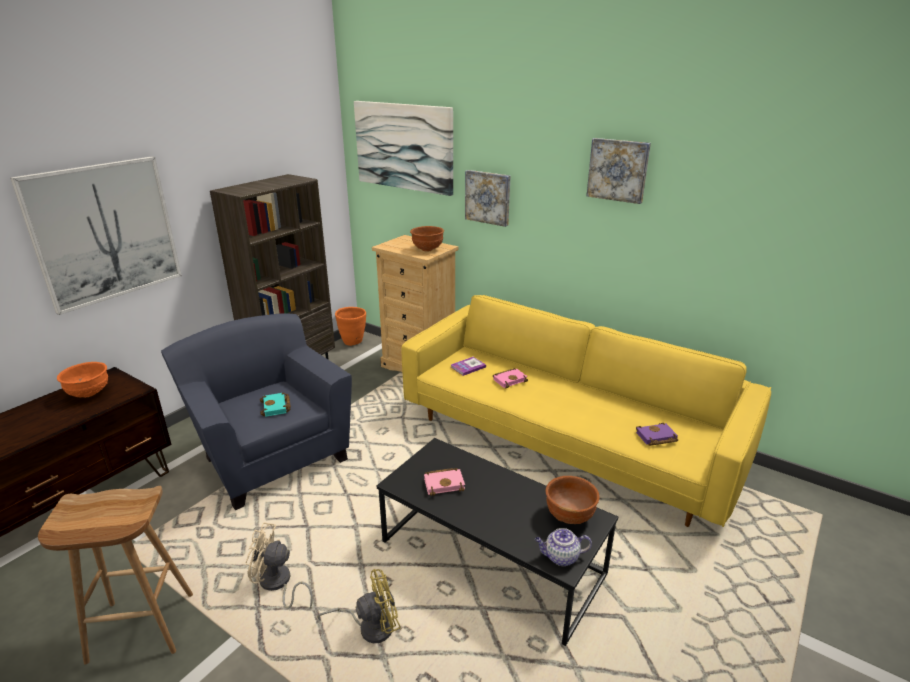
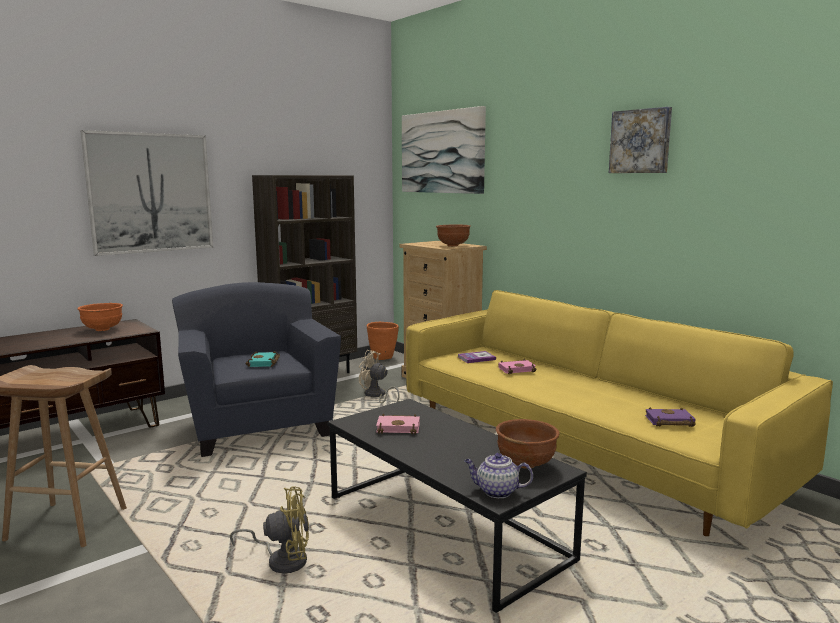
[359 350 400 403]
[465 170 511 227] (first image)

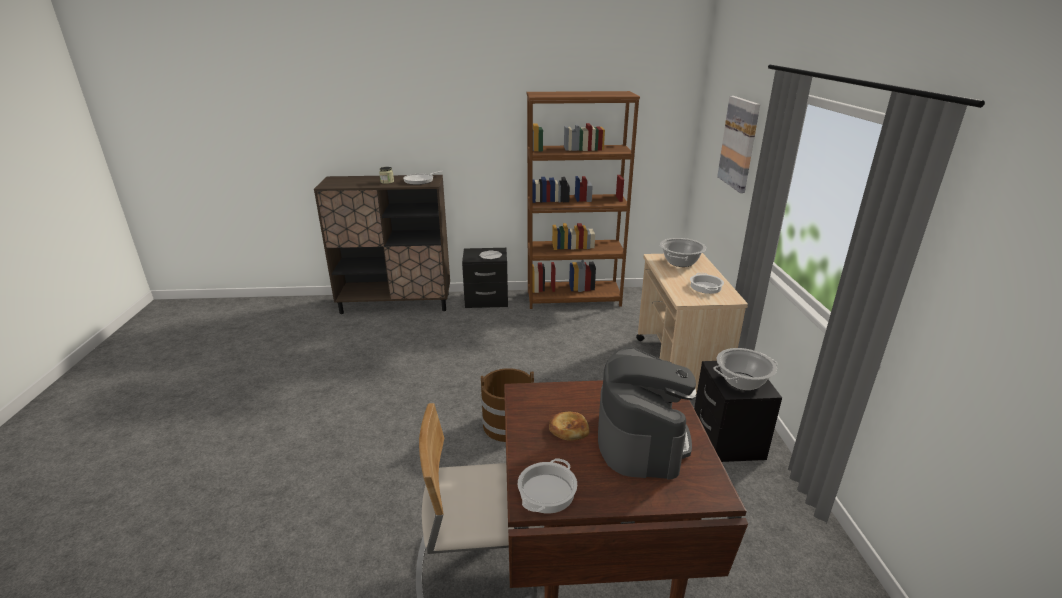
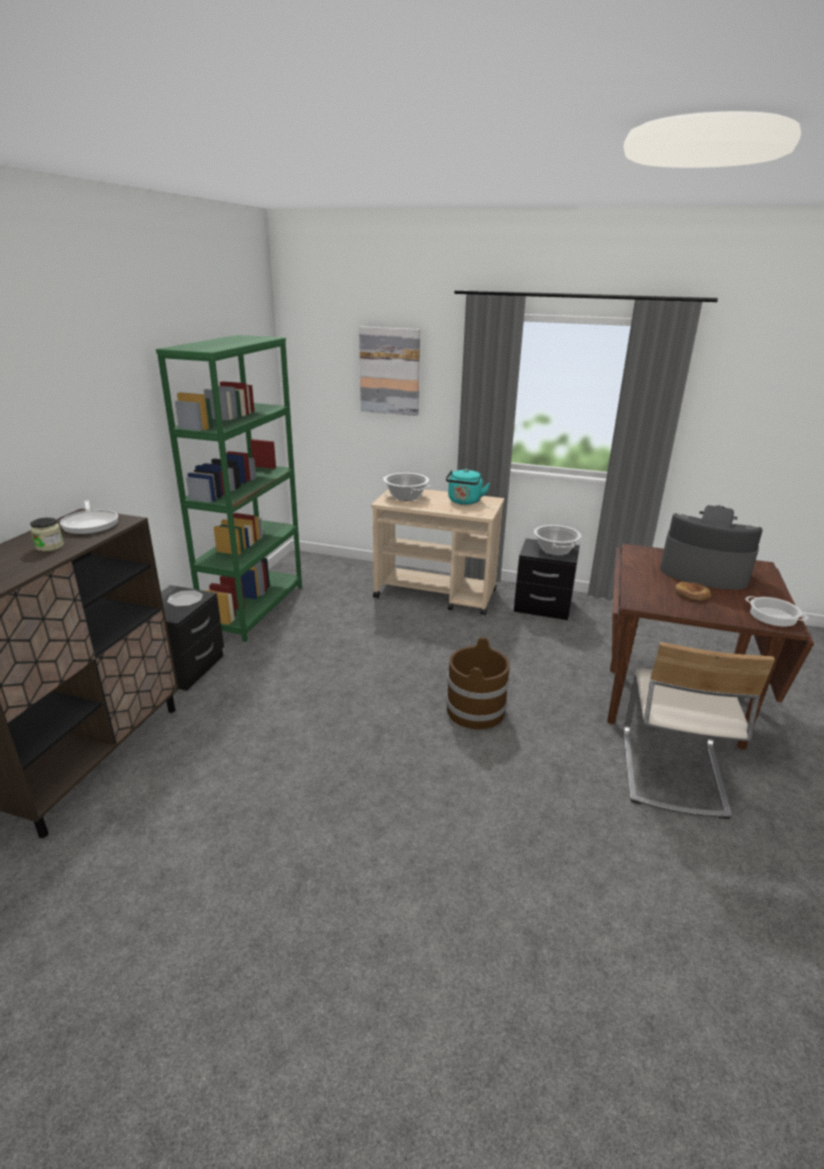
[156 335 302 642]
[446 469 490 505]

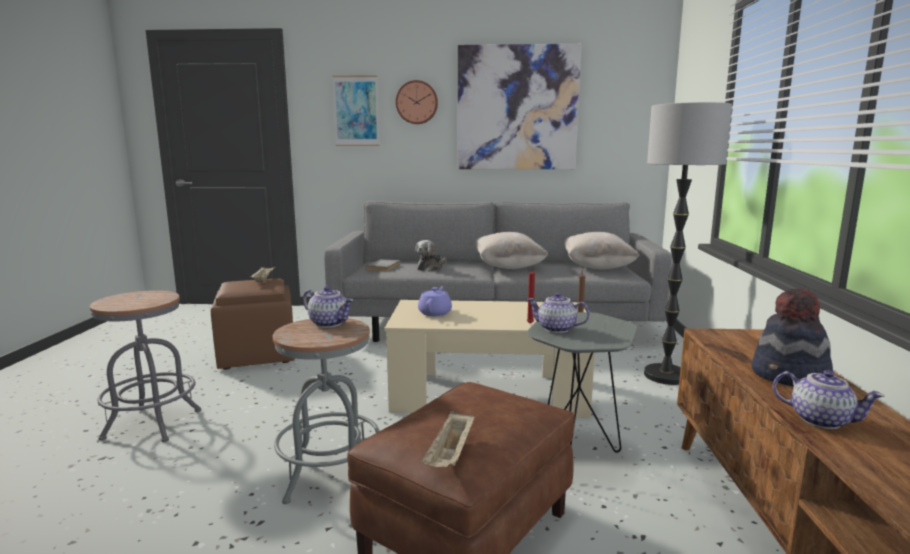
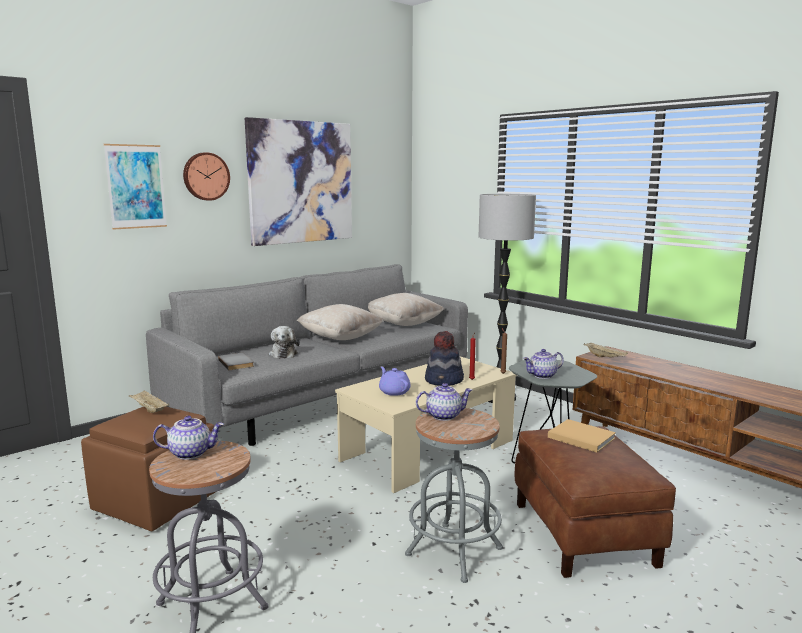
[153 416 224 460]
[425 331 464 386]
[548 419 616 452]
[583 342 628 358]

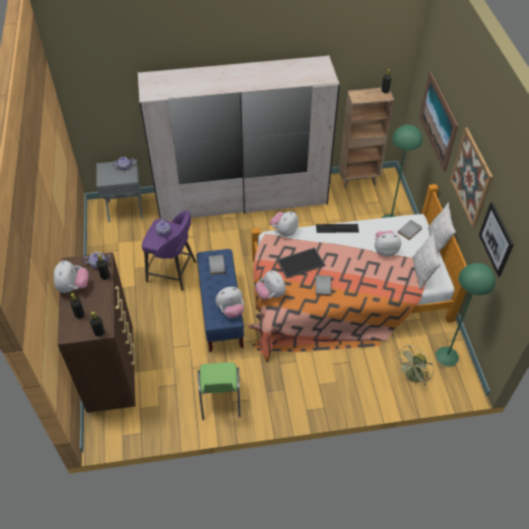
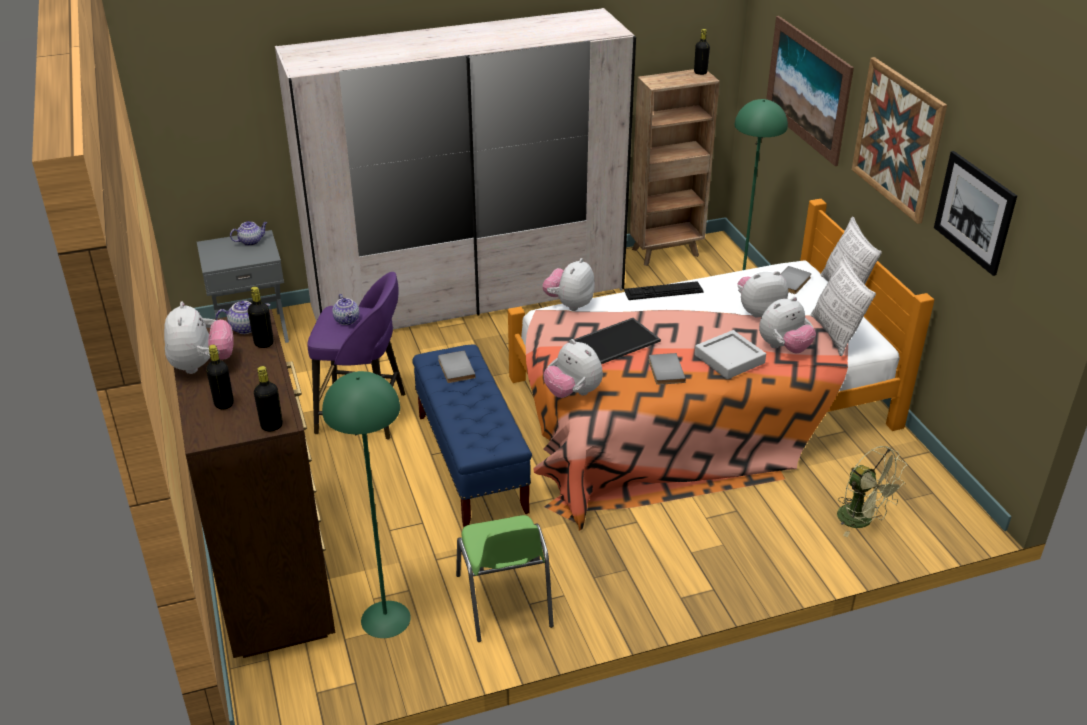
[322 371 411 638]
[695 330 766 379]
[759 297 816 353]
[837 446 907 537]

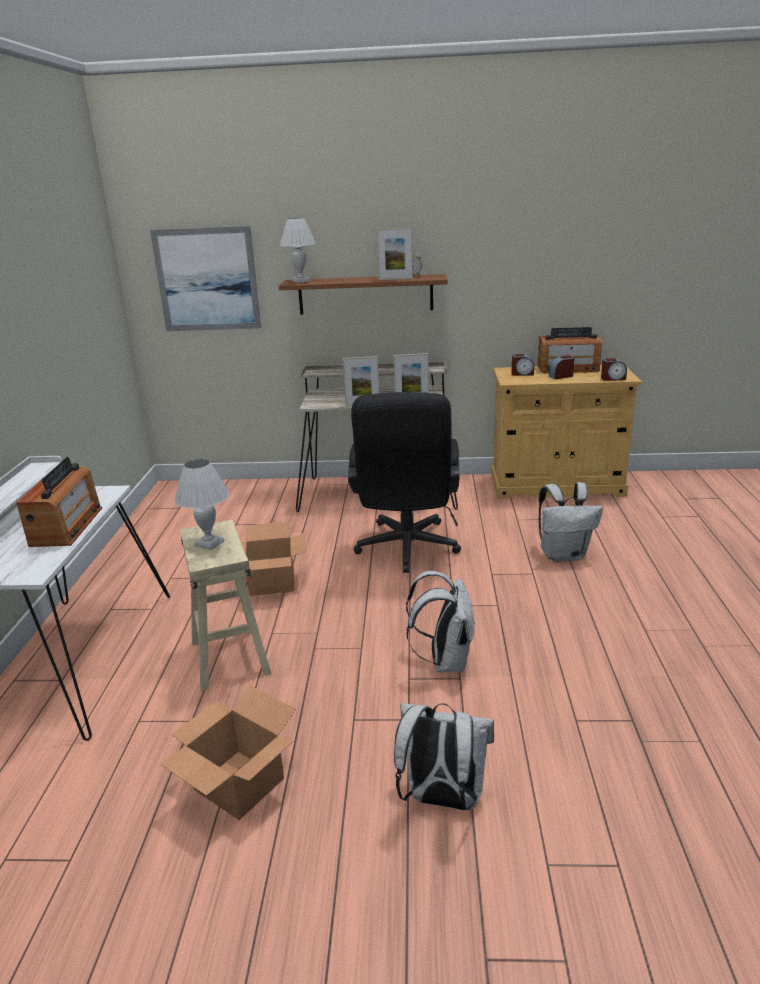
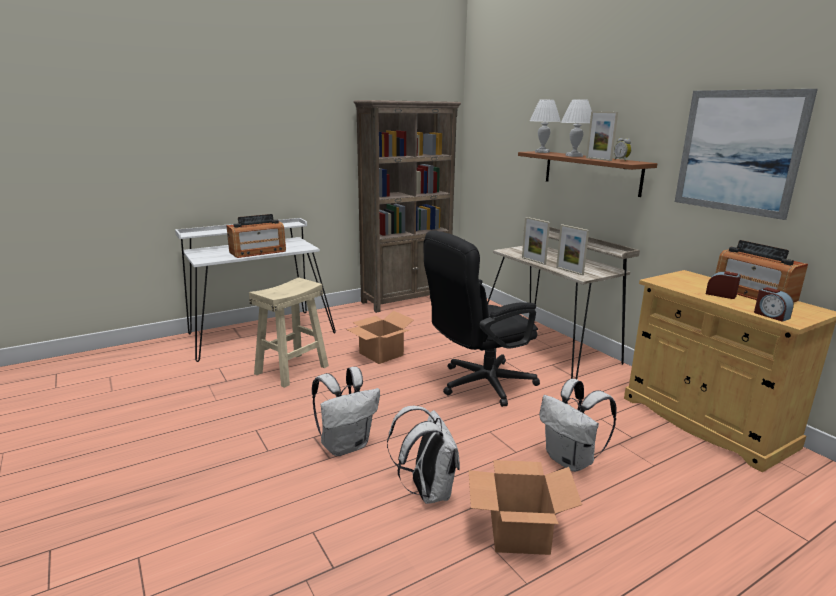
[354 100 461 313]
[387 406 460 504]
[469 460 582 555]
[561 99 592 157]
[675 89 818 220]
[511 354 534 376] (first image)

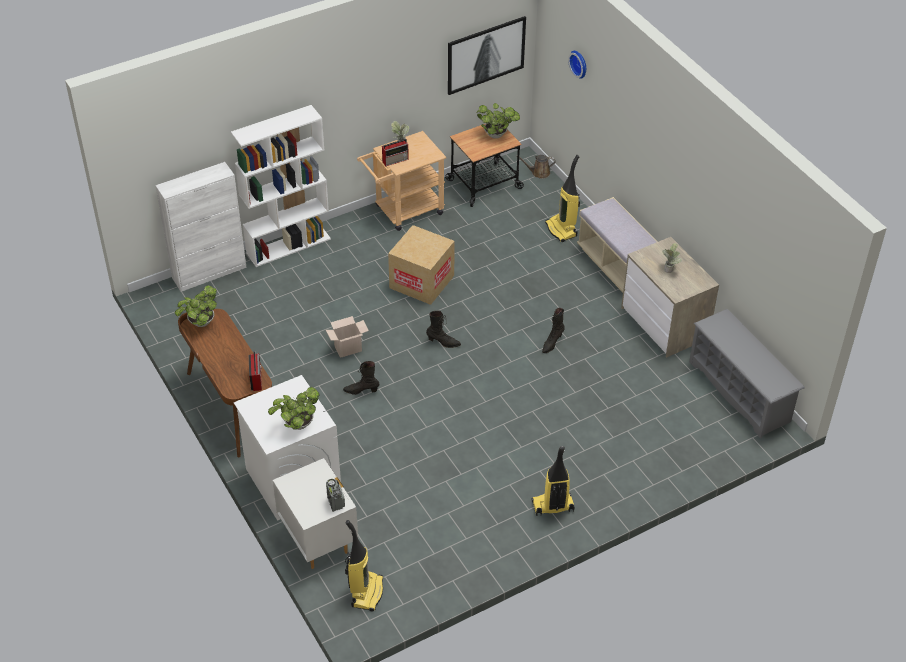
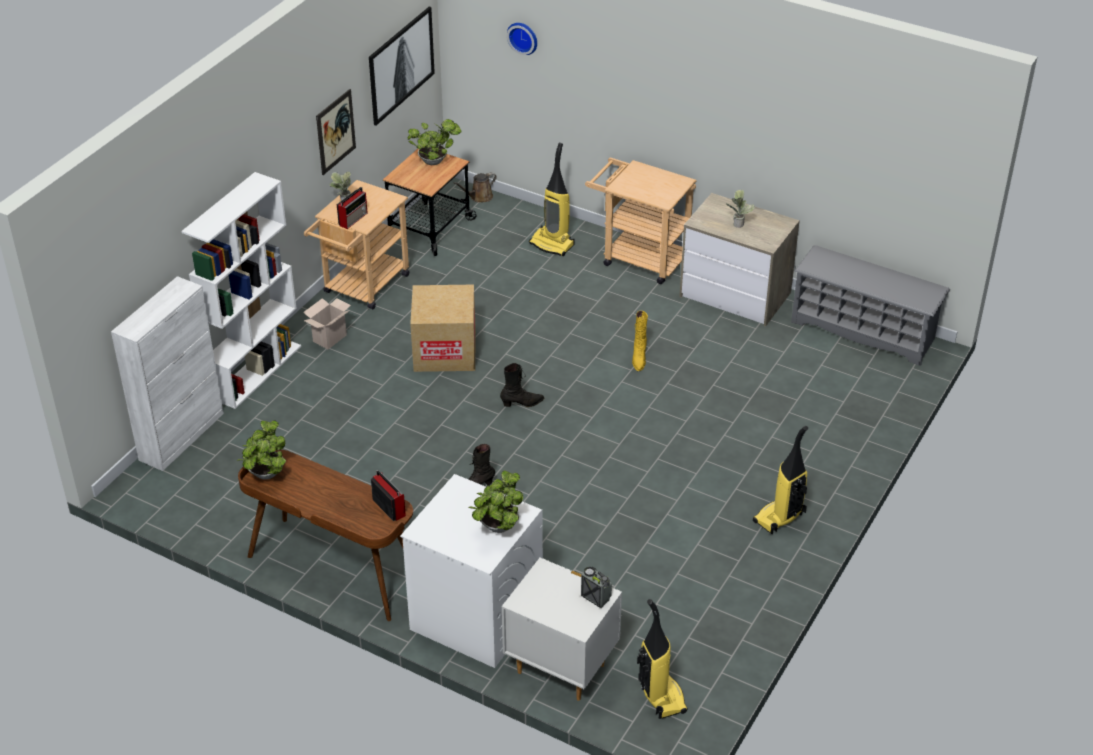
[303 298 351 349]
[316 89 356 175]
[585 158 697 284]
[632 311 648 371]

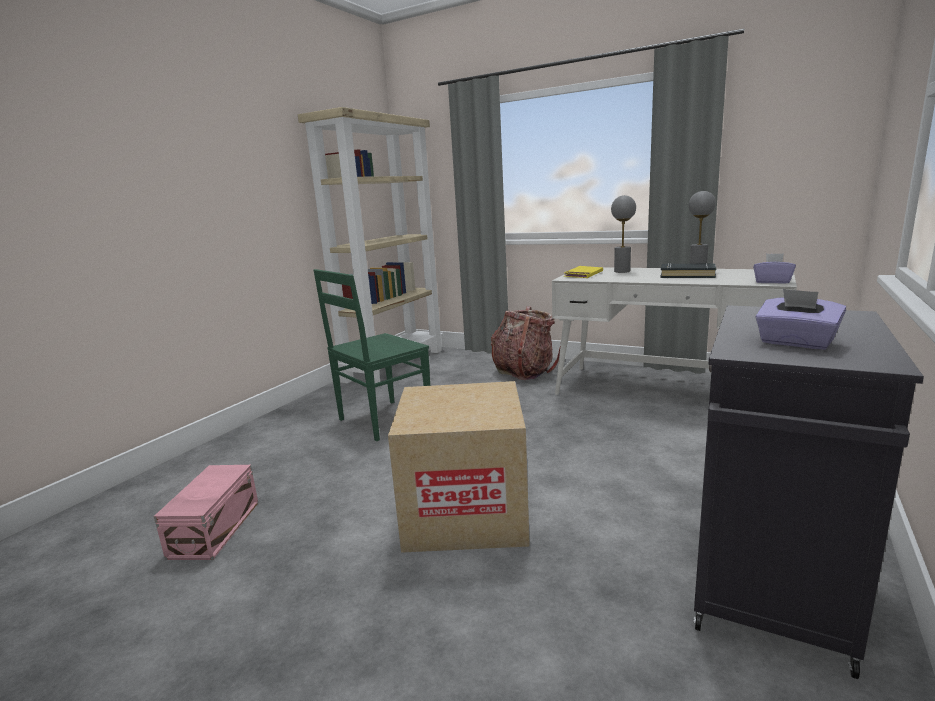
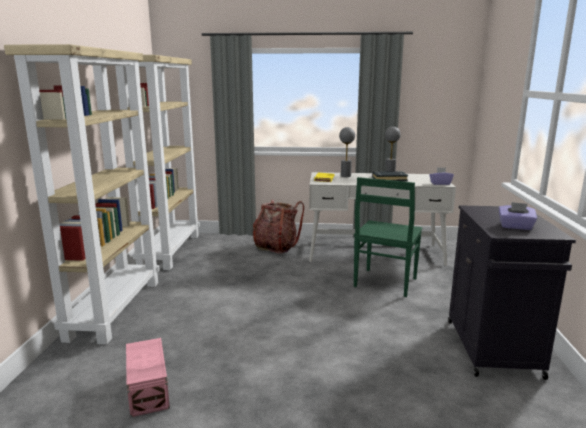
[4 44 160 345]
[354 177 422 297]
[388 381 530 553] (first image)

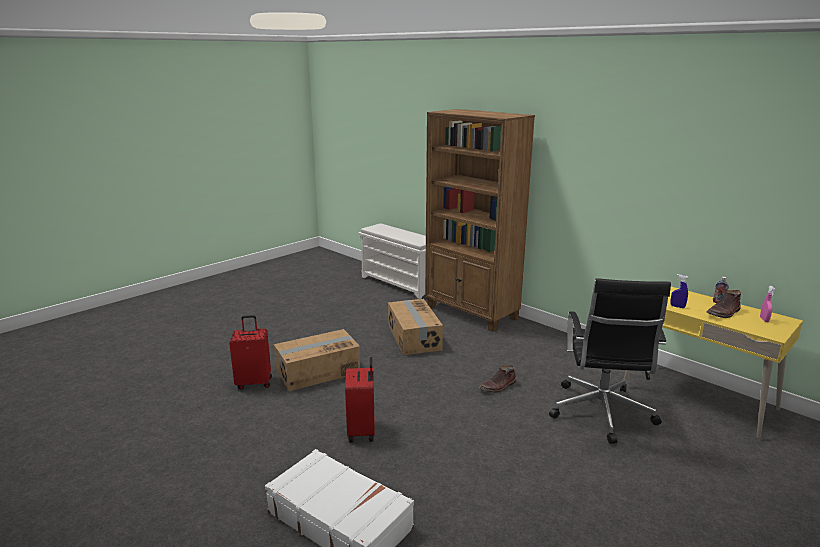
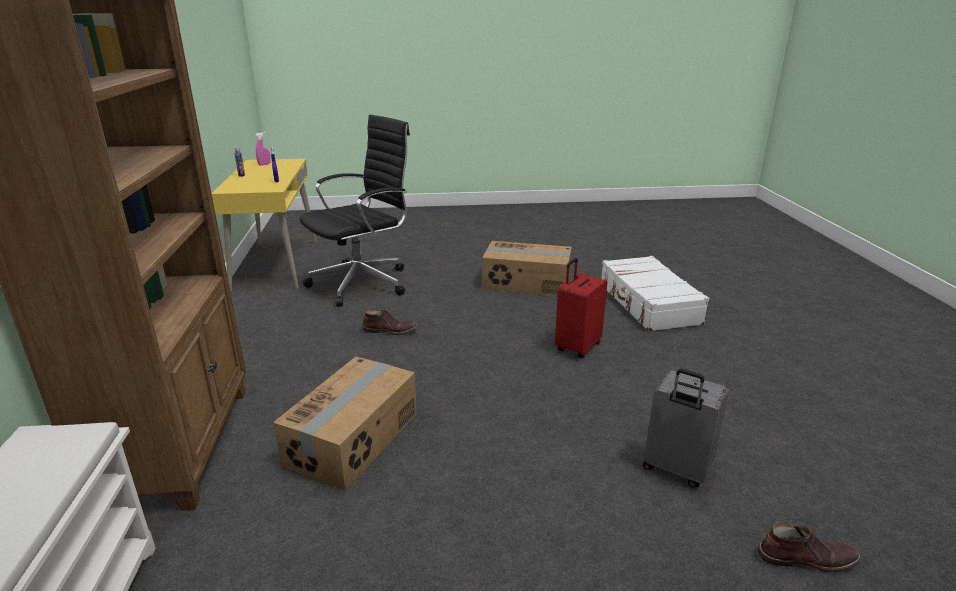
[482 241 572 296]
[643 369 729 487]
[757 522 861 572]

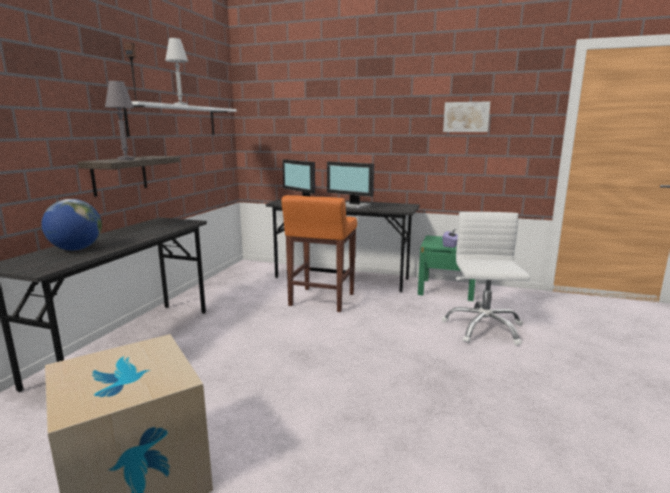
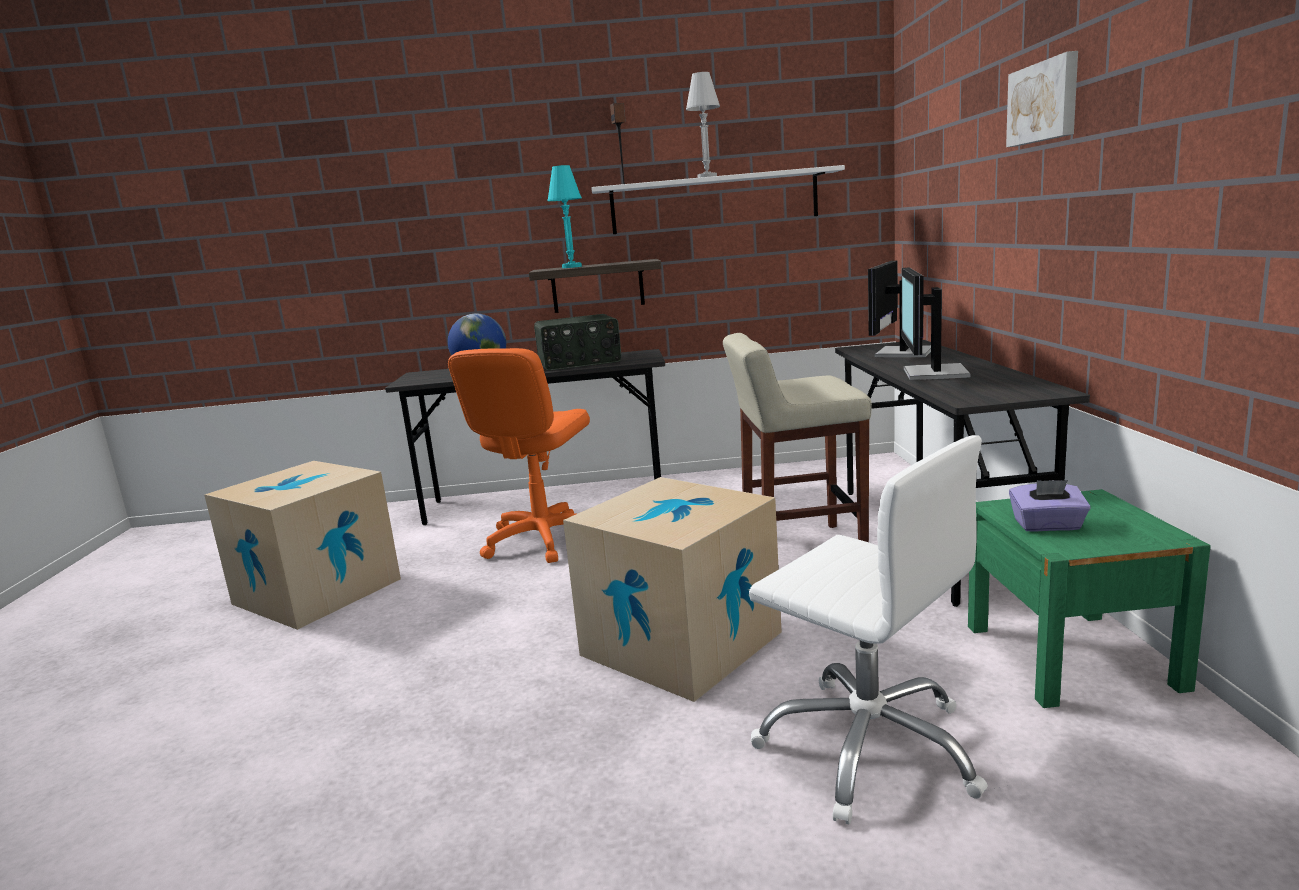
[448 348 590 563]
[534 314 622 371]
[547 165 582 268]
[563 477 781 702]
[723 333 872 542]
[749 435 988 825]
[1006 51 1078 147]

